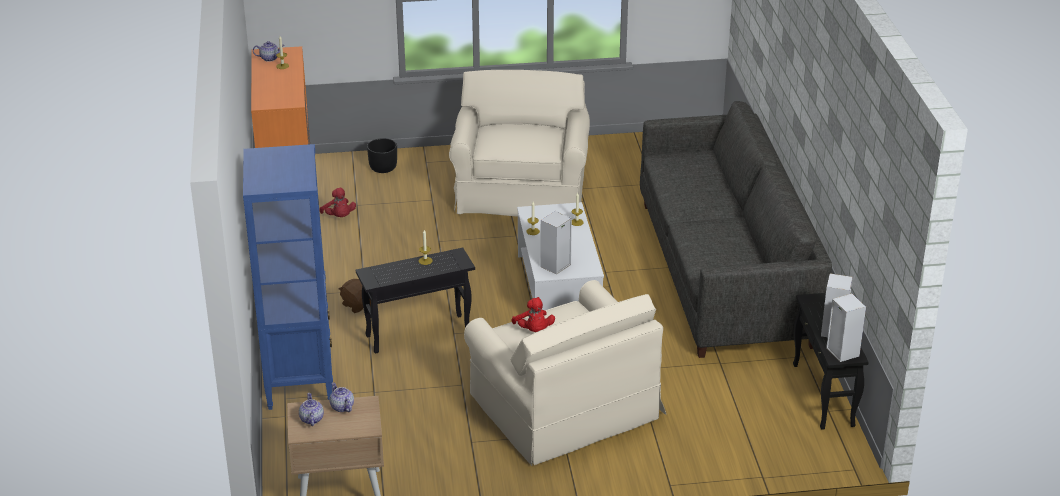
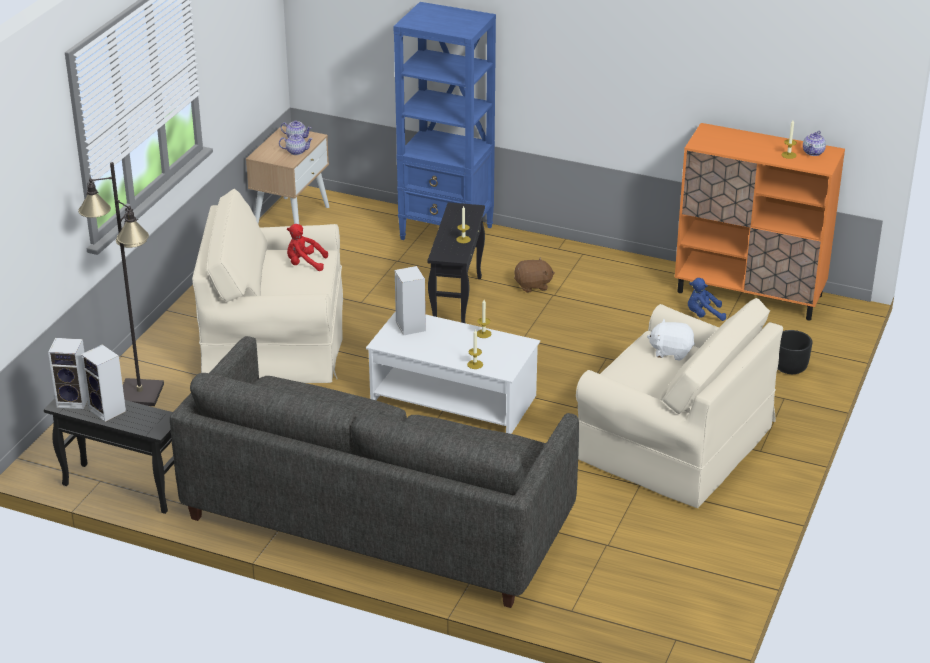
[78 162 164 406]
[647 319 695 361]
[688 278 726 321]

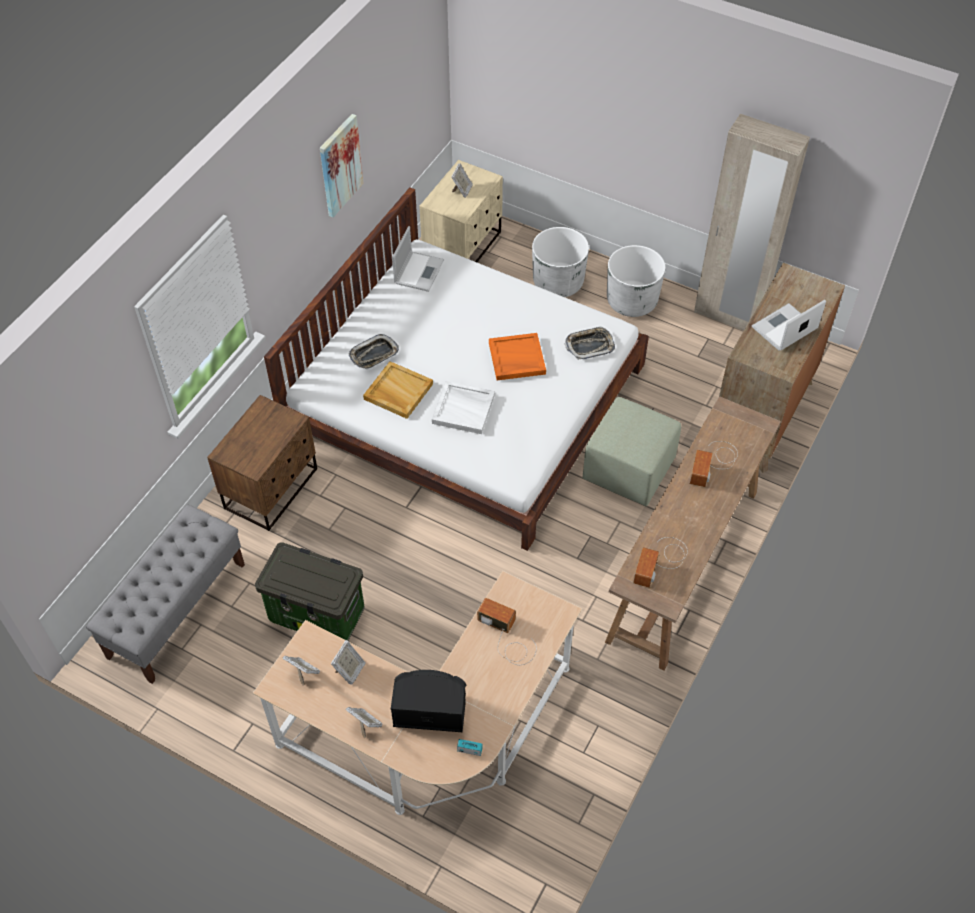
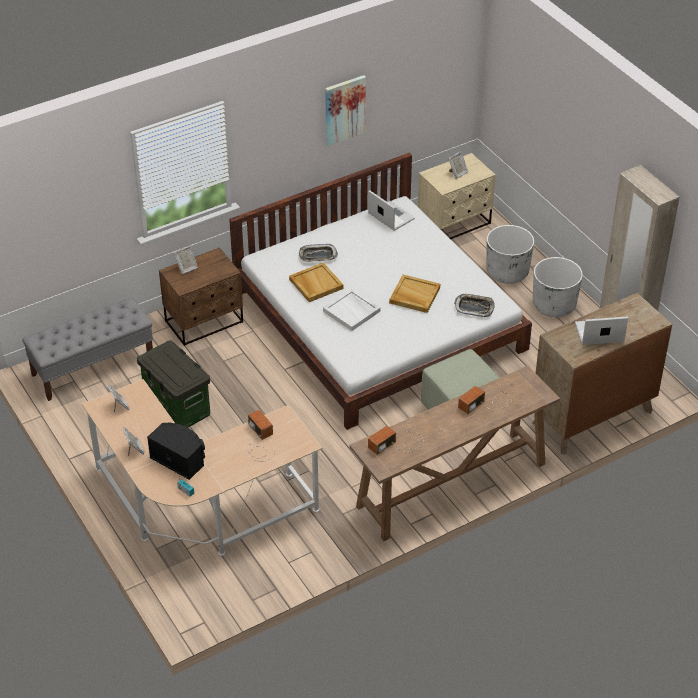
[173 246 198 274]
[368 190 415 231]
[389 275 440 313]

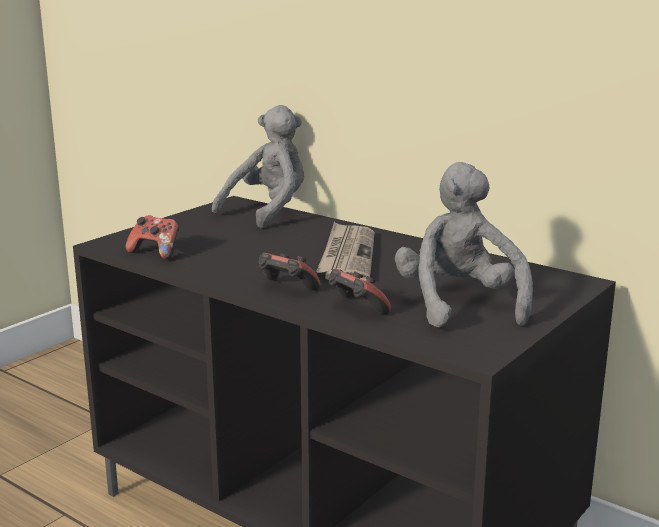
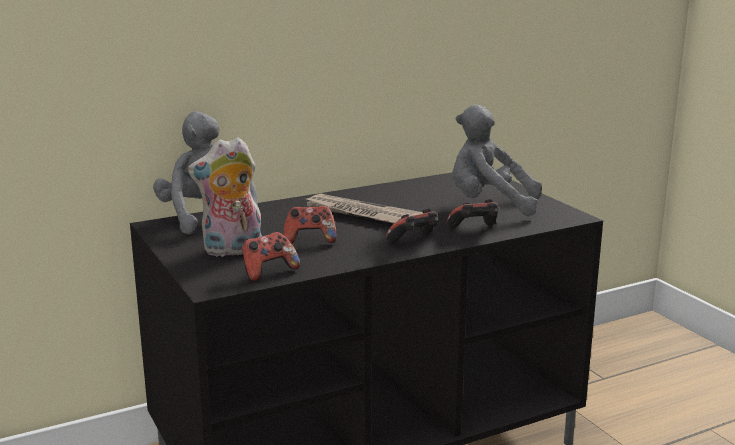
[188 137 262 257]
[284 206 337 244]

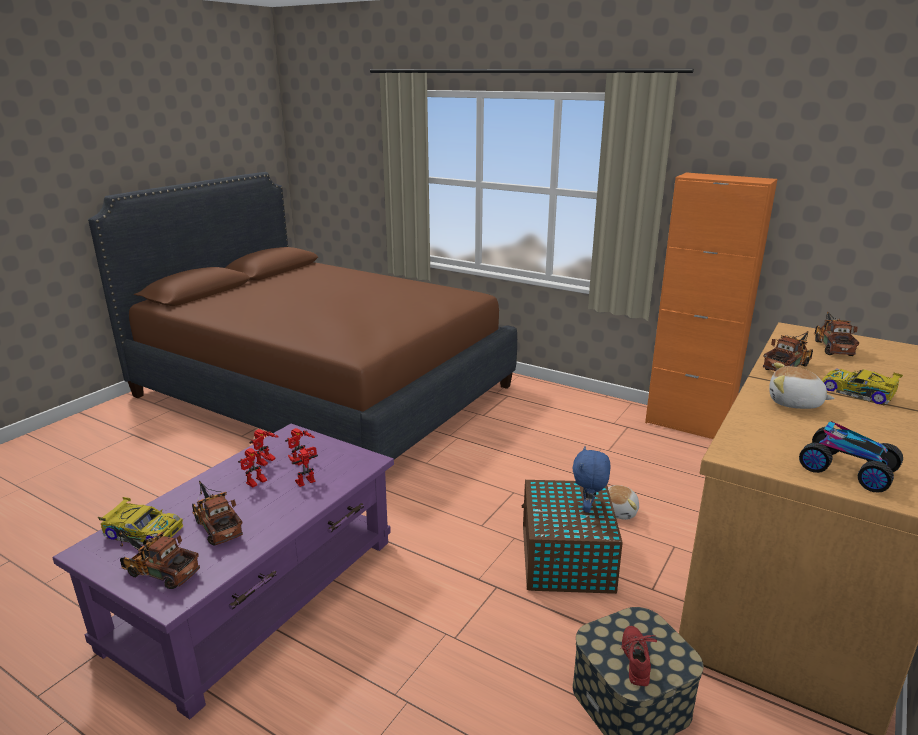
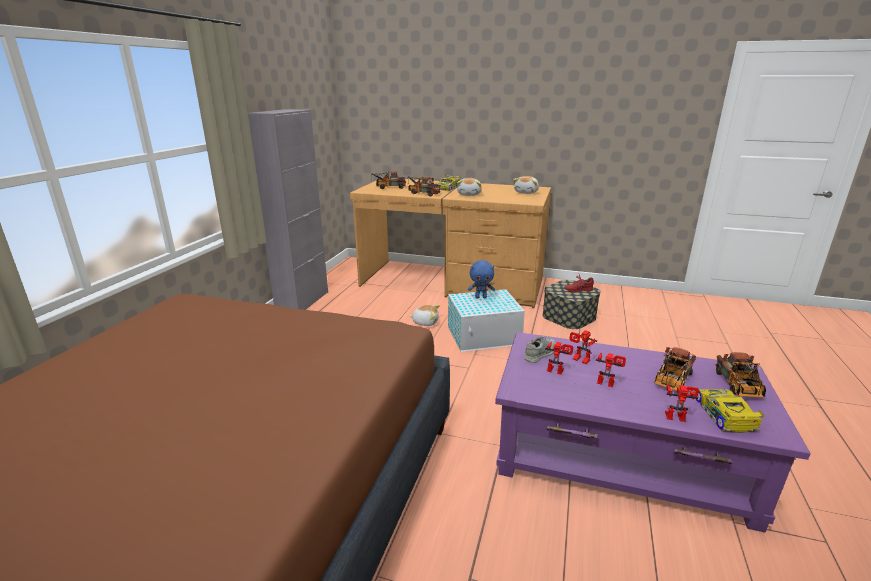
[248 109 328 310]
[448 289 525 352]
[513 176 539 194]
[524 336 556 363]
[665 384 699 422]

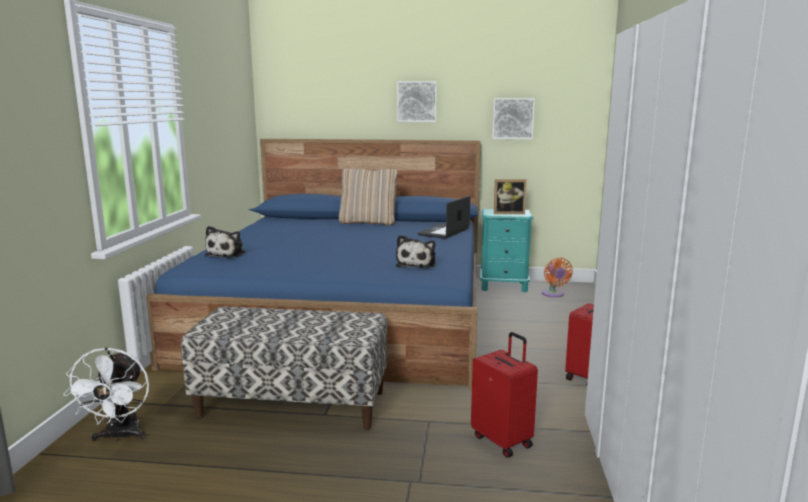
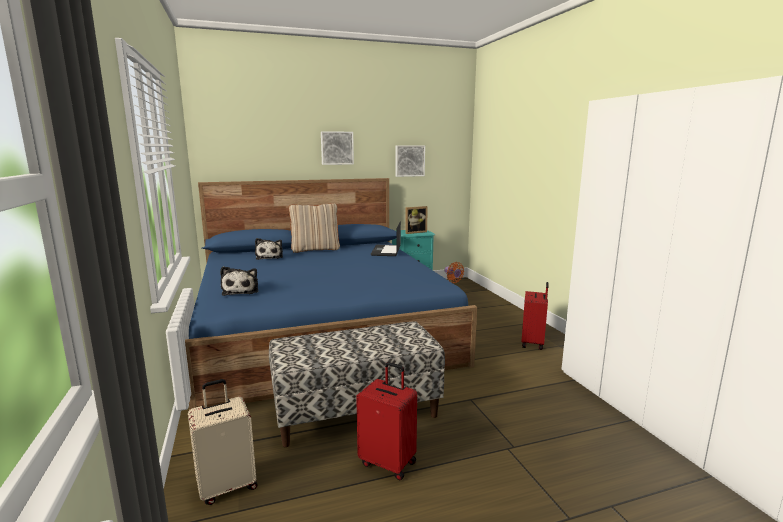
[188 379 258 505]
[255 238 283 260]
[356 362 417 480]

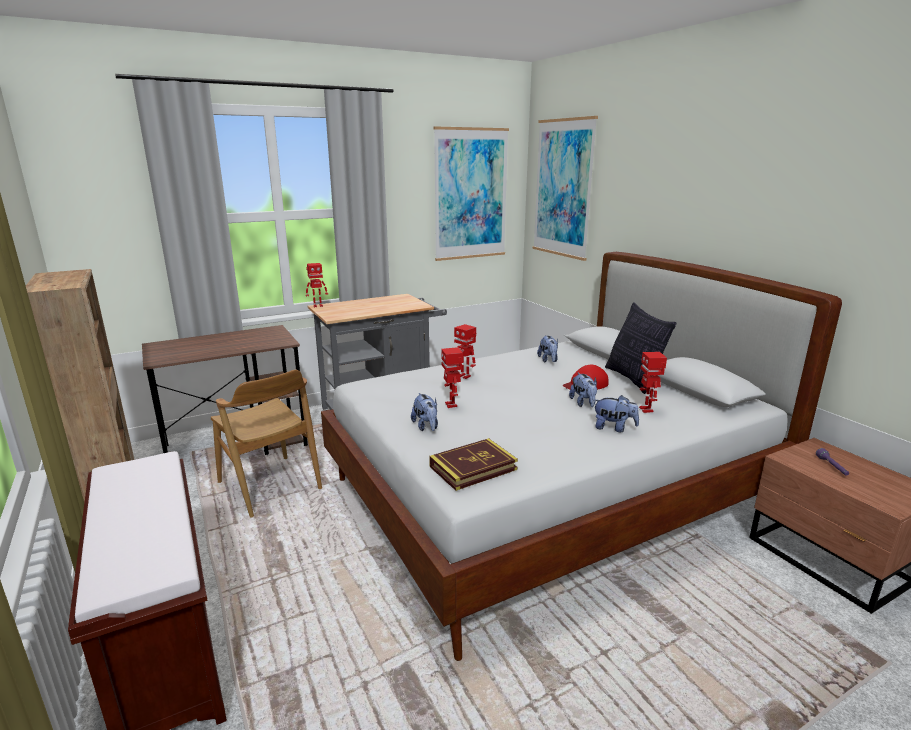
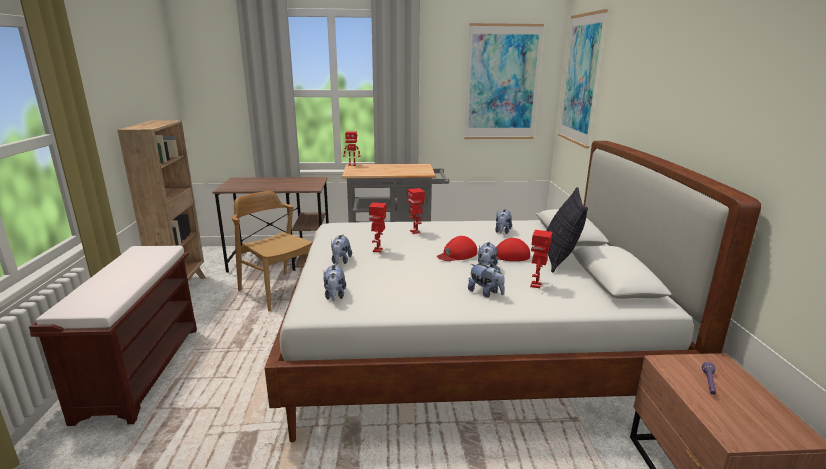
[232 191 312 312]
[324 263 346 301]
[437 236 477 261]

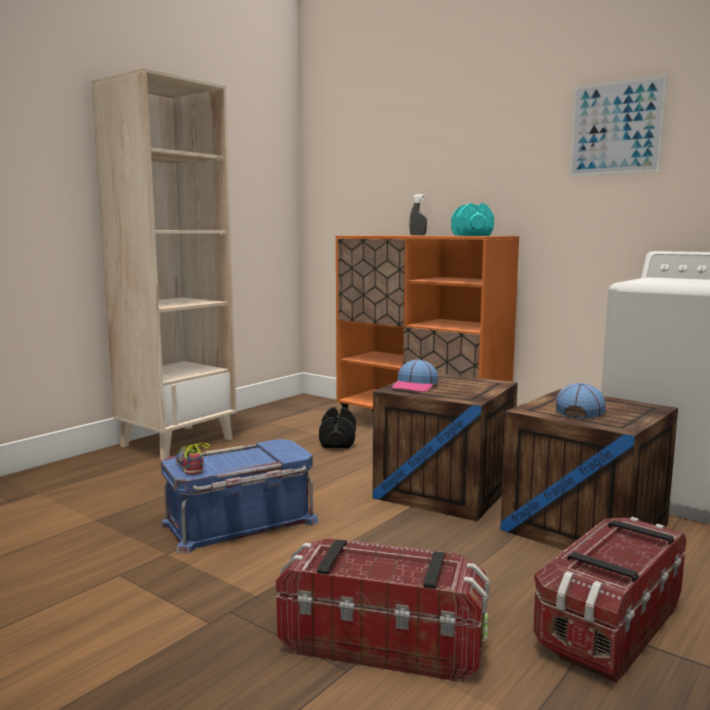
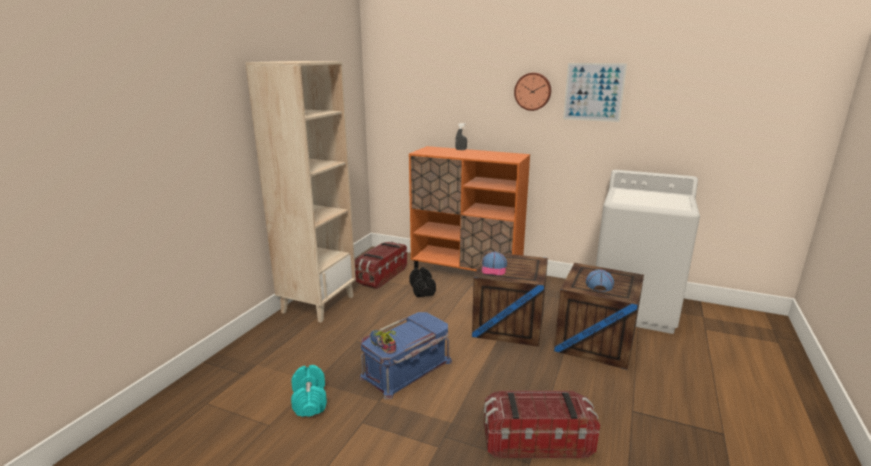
[291 365 327 417]
[355 241 407 289]
[514 73 551 111]

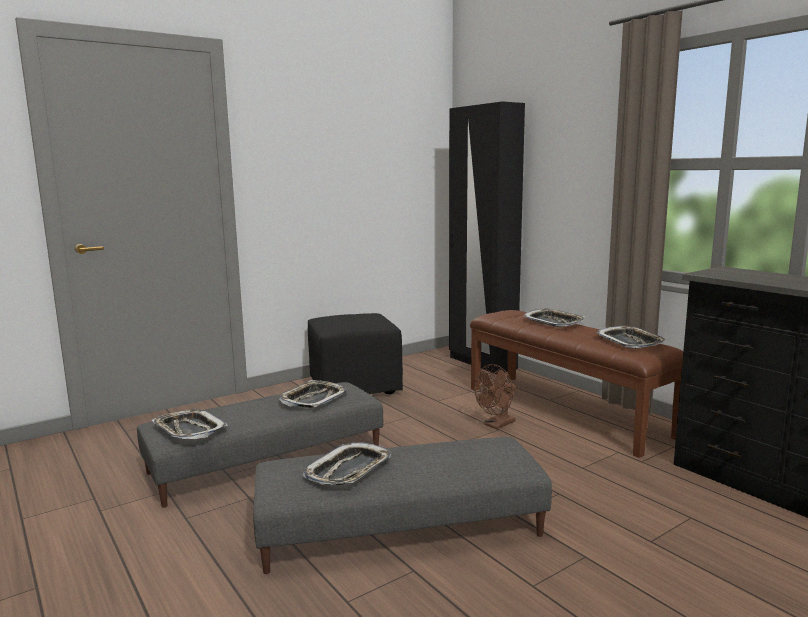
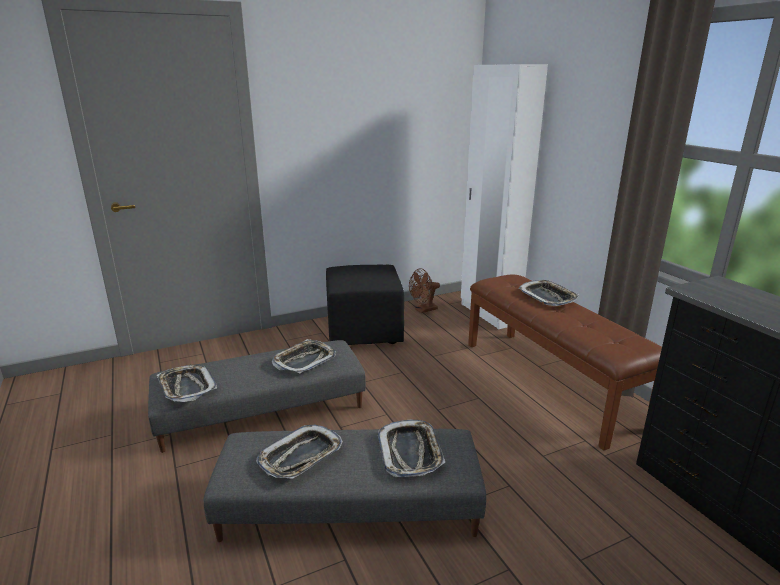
[378 419 445 477]
[409 268 440 313]
[461 64 548 329]

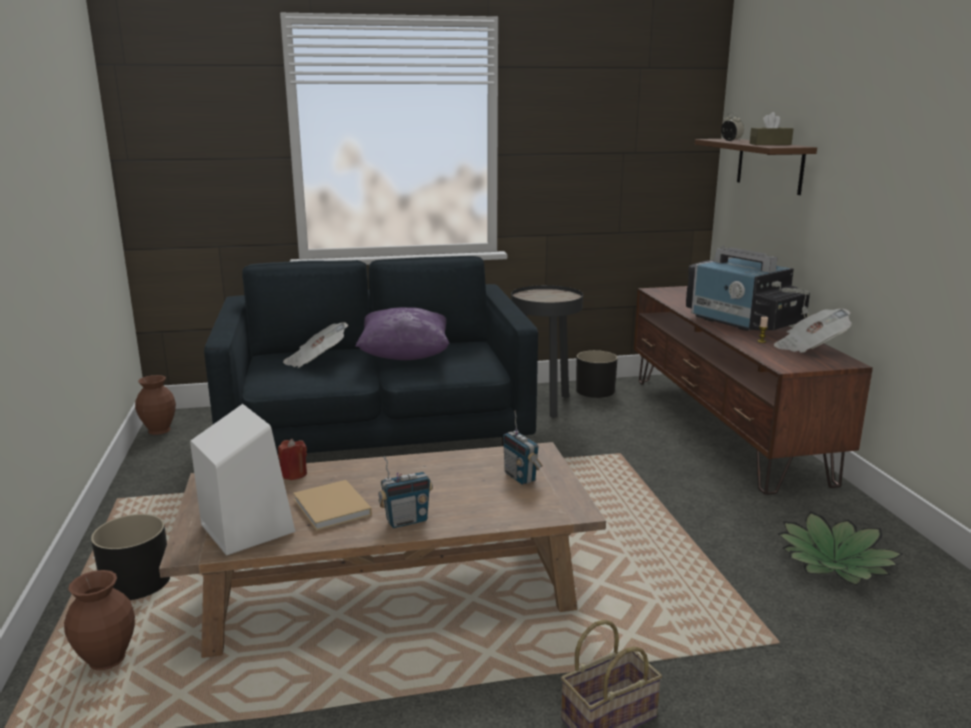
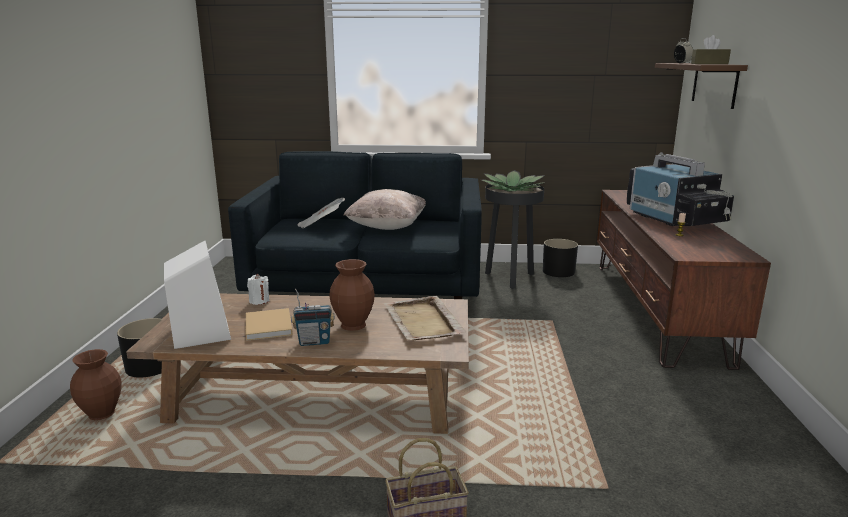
[247 274 269 305]
[329 259 375 331]
[344 189 426 230]
[384 296 466 340]
[482 170 545 192]
[774 309 852 353] (first image)

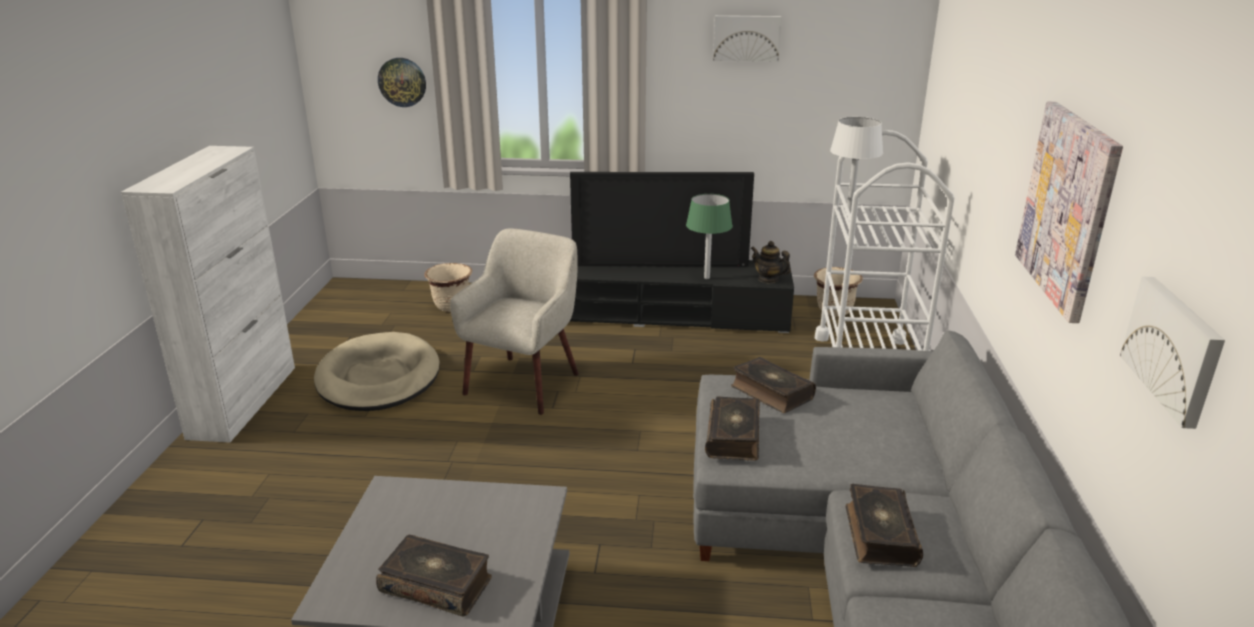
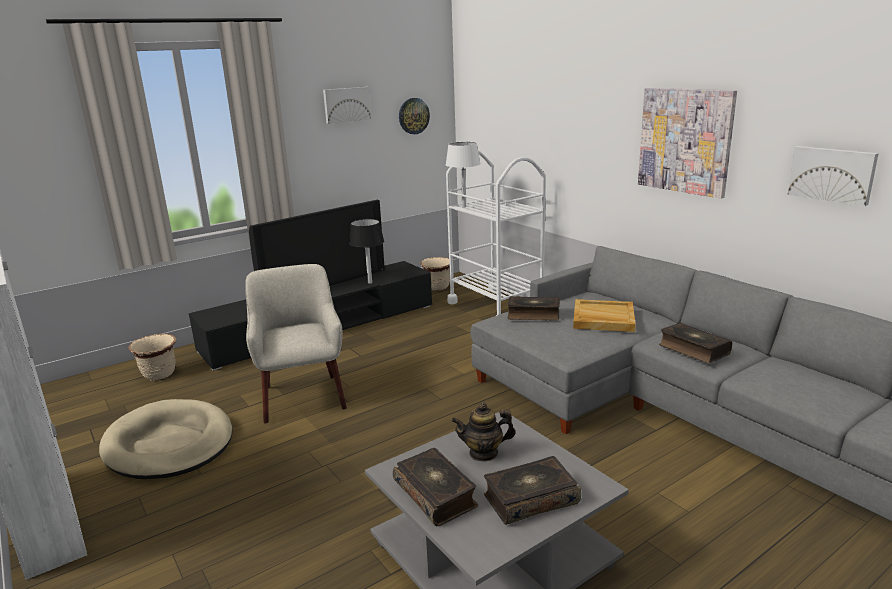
[349 219 384 284]
[393 448 478 526]
[399 98 430 134]
[452 402 516 462]
[573 299 636 332]

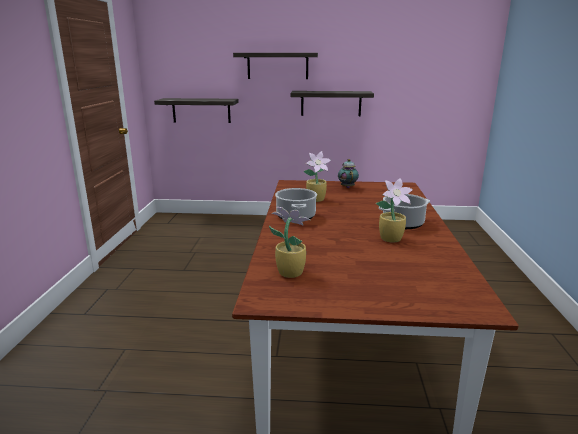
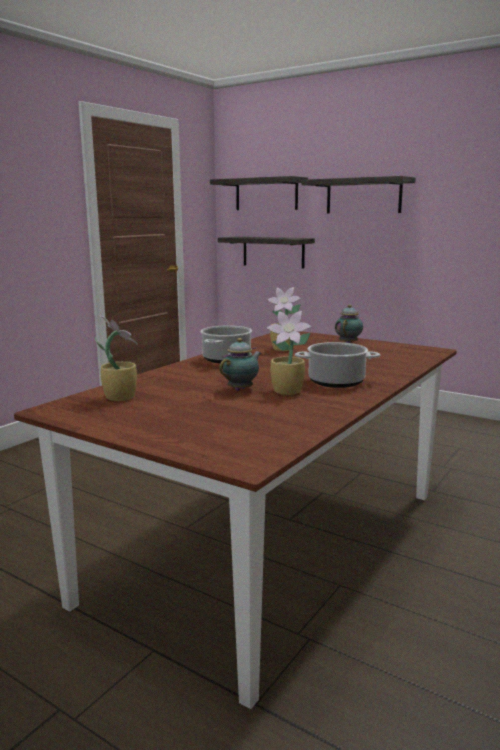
[210 176 308 210]
[219 338 261 391]

